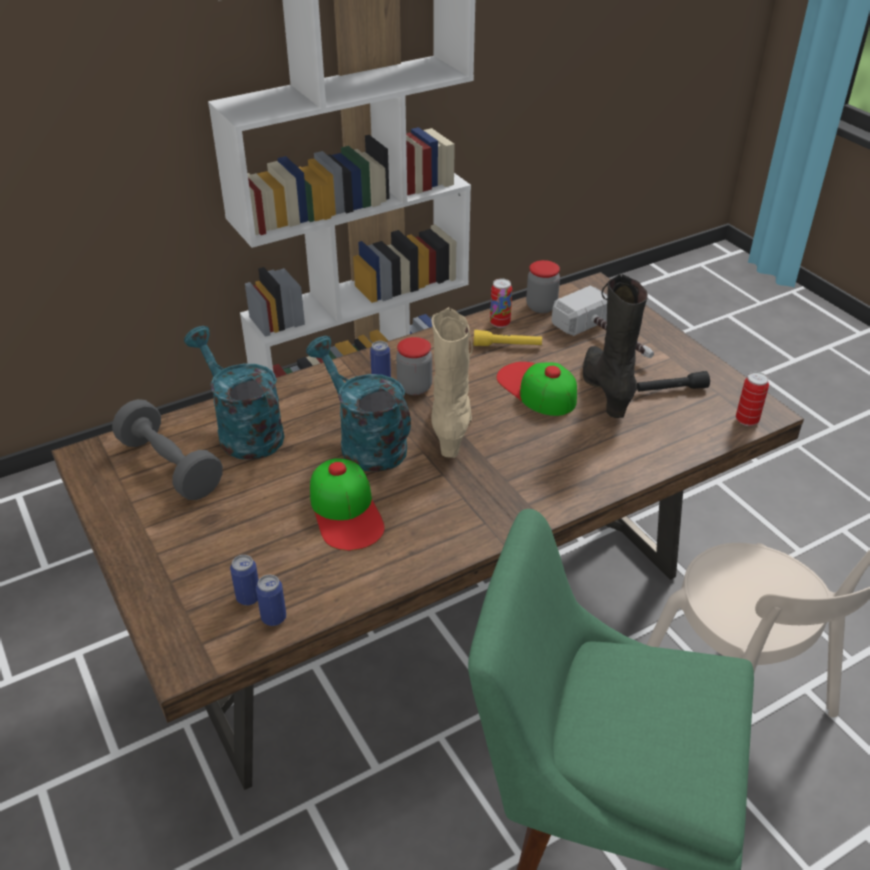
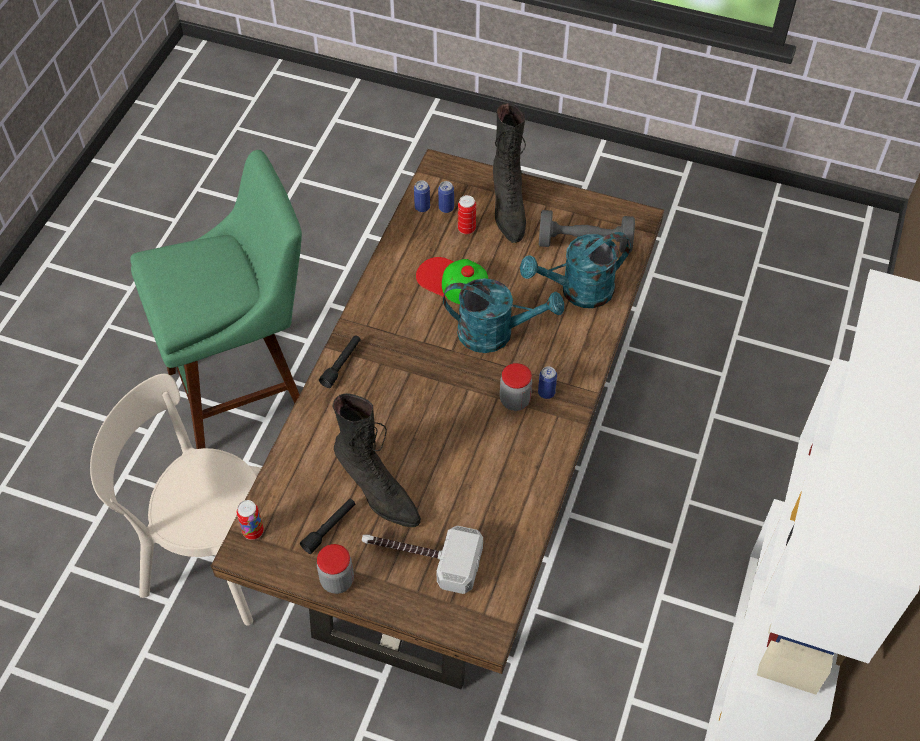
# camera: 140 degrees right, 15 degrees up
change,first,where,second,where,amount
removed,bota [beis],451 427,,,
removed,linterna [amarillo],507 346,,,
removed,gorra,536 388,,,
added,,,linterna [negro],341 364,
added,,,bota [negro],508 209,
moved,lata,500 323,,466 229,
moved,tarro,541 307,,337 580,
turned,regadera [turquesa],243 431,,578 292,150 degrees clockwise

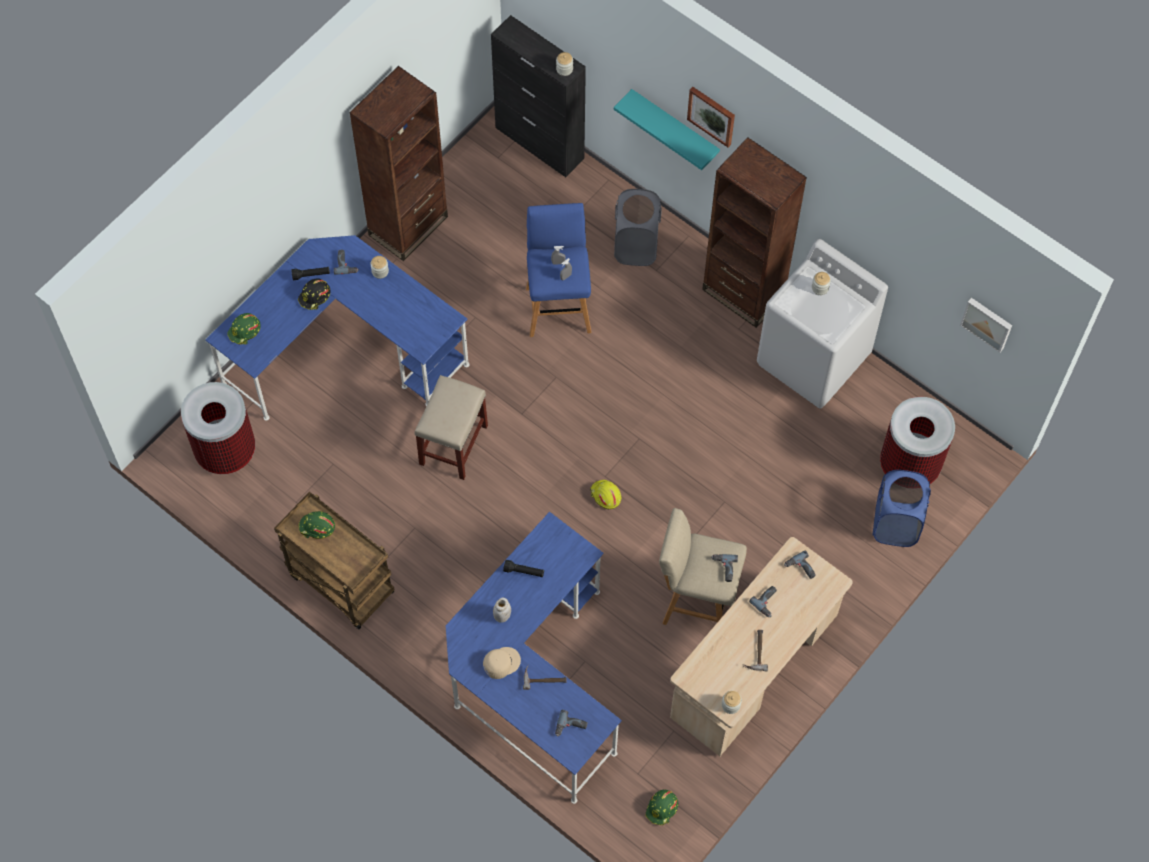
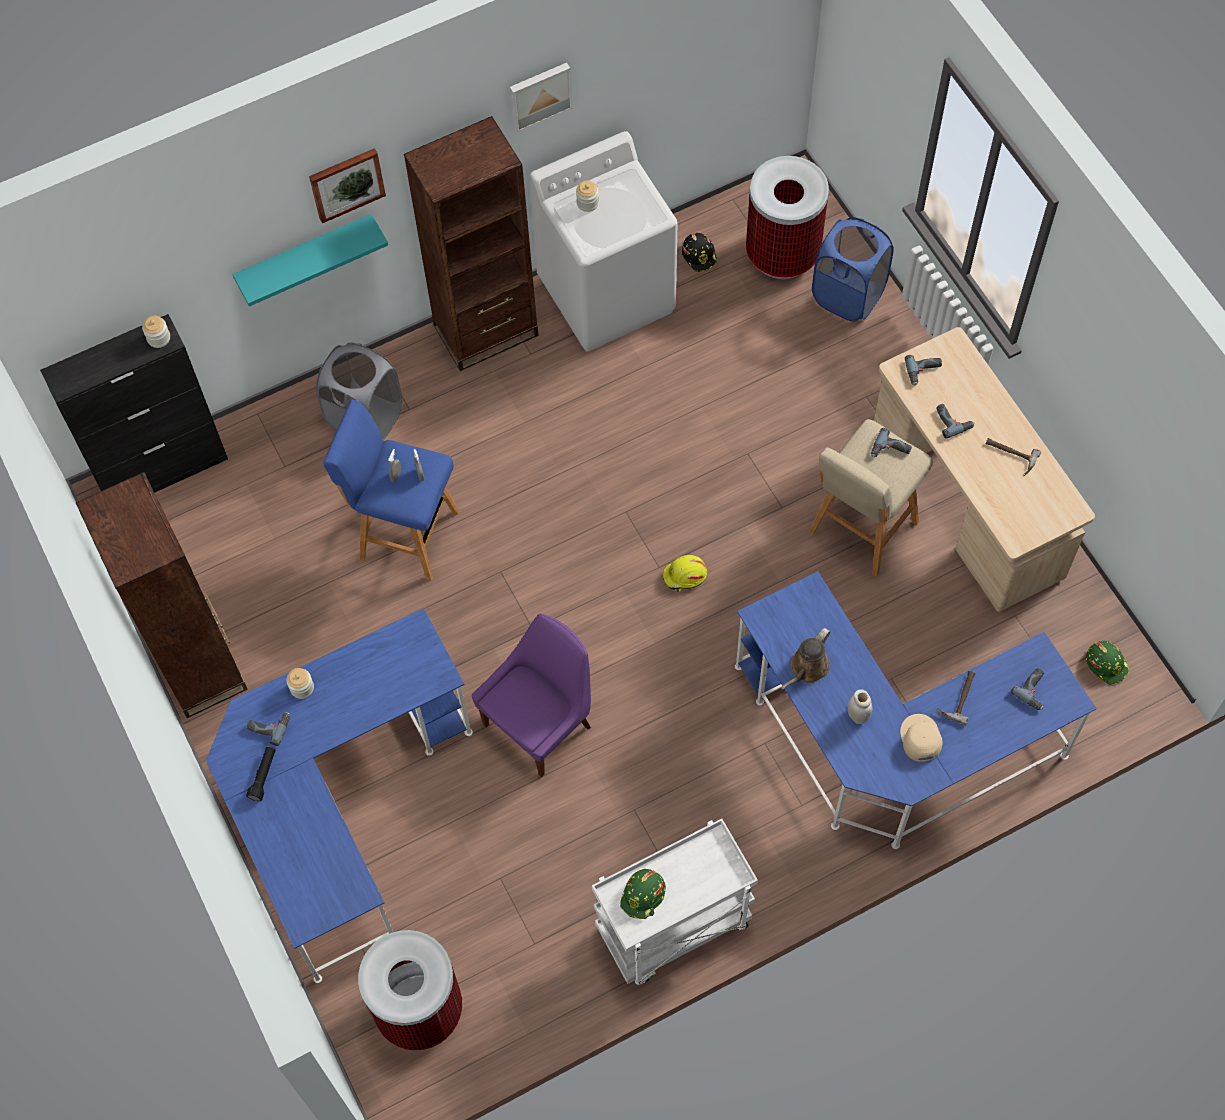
# camera: 65 degrees left, 0 degrees up
change,first,where,second,where,amount
removed,casco [verde],245 331,,,
removed,tarro,730 705,,,
moved,casco [negro],315 297,,700 255,
moved,cuadro,987 323,,539 95,
replaced,taburete [beis],453 446,silla [morado],540 723,
replaced,linterna [negro],524 571,regadera [marrón],807 668,
recoloured,carrito [marrón],339 583,carrito [blanco],673 928,

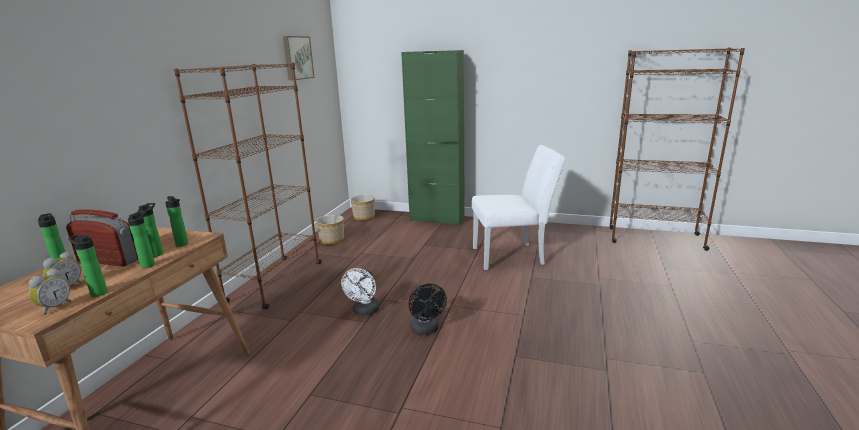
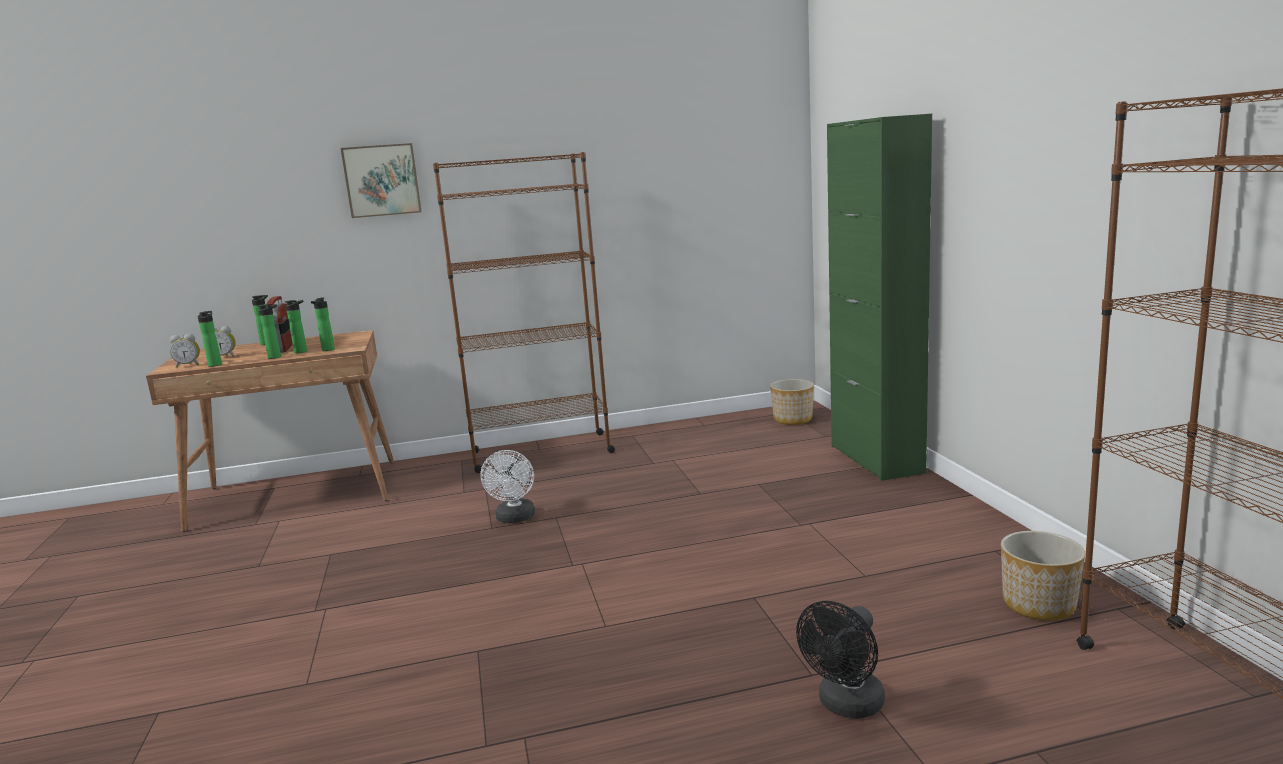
# camera: 60 degrees right, 5 degrees down
change,first,where,second,where,amount
removed,silla [blanco],513 255,,,
moved,cuadro,297 58,,382 180,
moved,maceta,332 240,,1039 604,
moved,ventilador [negro],426 330,,846 706,
turned,ventilador [blanco],364 311,,515 519,75 degrees counterclockwise

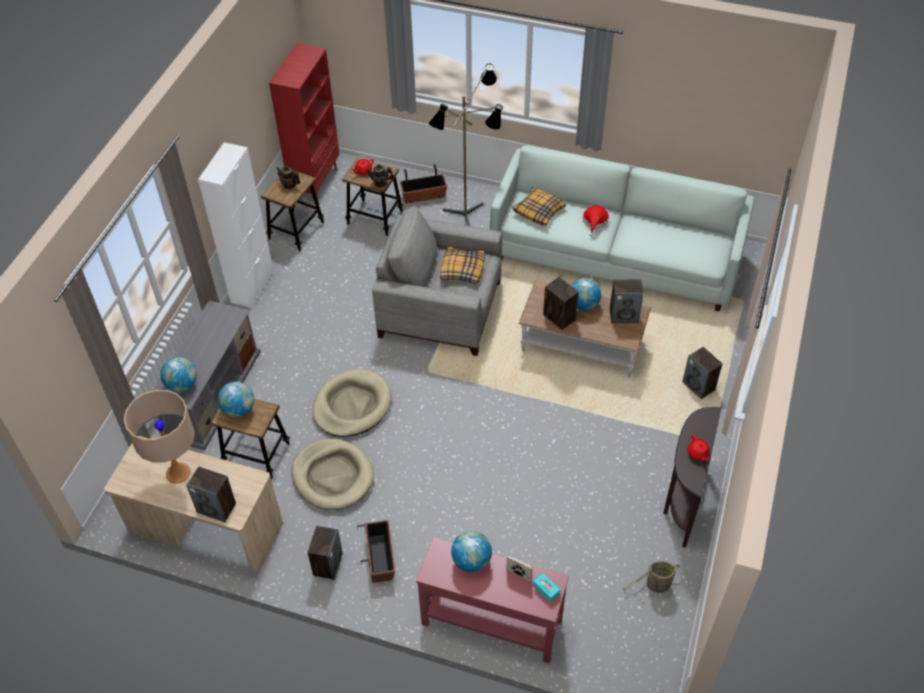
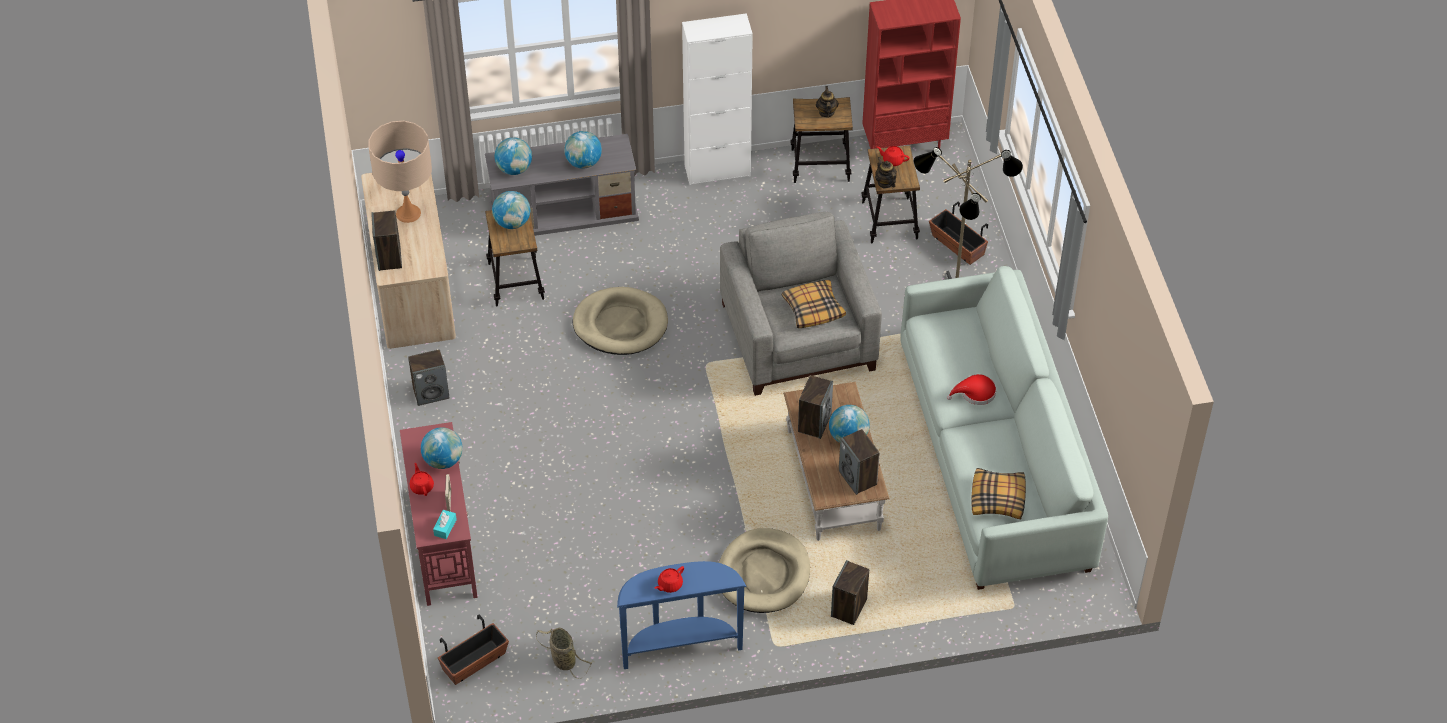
# camera: 60 degrees right, 0 degrees up
change,first,where,second,where,amount
added,,,tetera [rojo],422 486,
added,,,globo terráqueo,583 162,
moved,cama para perro [beis],333 476,,764 574,
moved,maceta,380 558,,474 662,
moved,cojín,539 211,,998 498,
recoloured,mesa consola [marrón],682 501,mesa consola [azul],680 646,

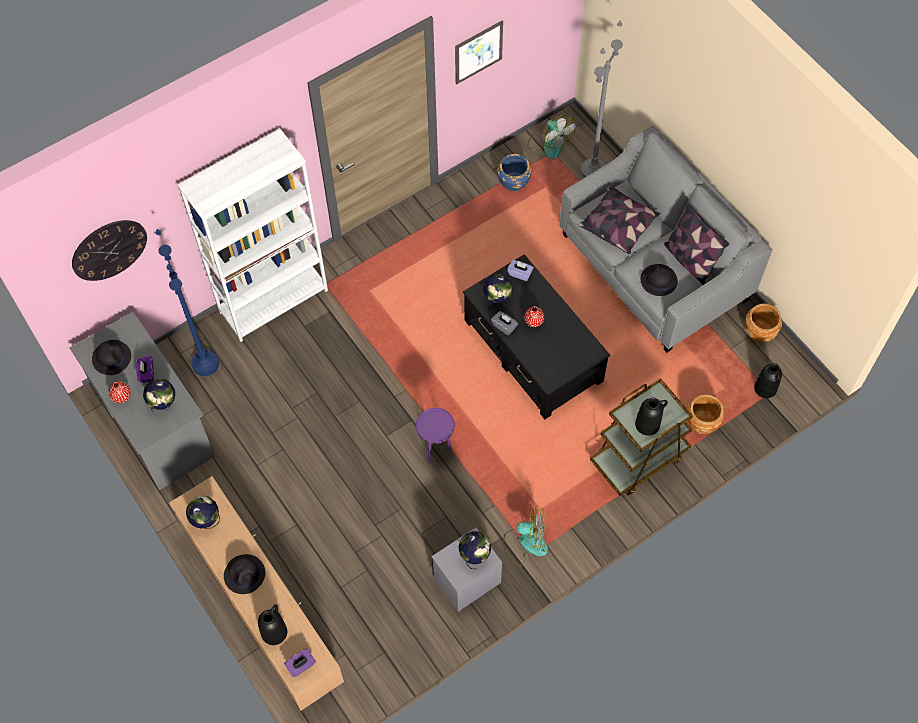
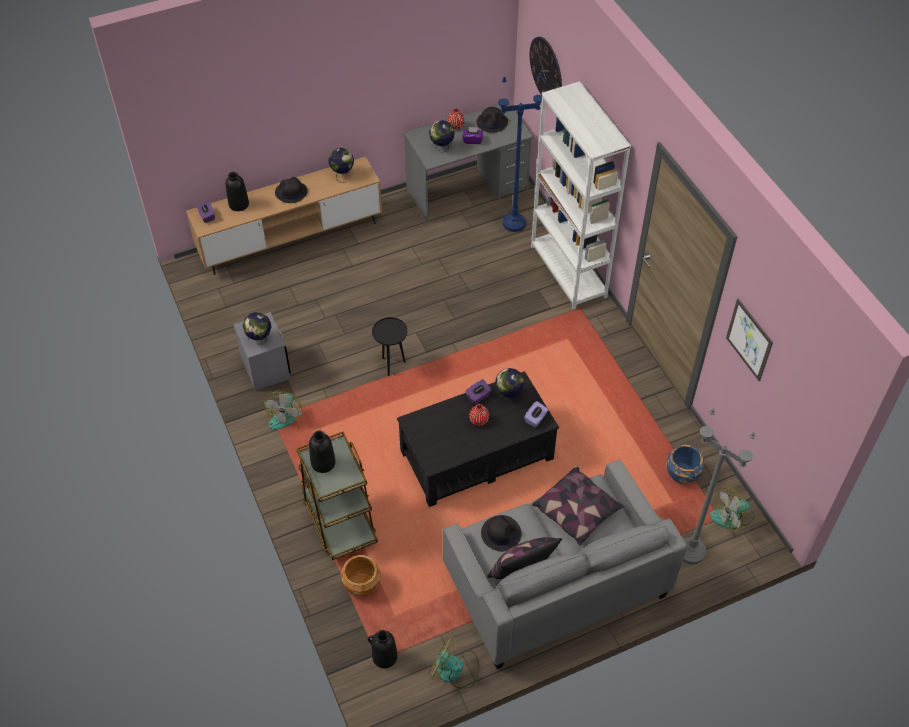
# camera: 100 degrees right, 10 degrees down
change,first,where,second,where,amount
replaced,maceta [marrón],760 332,ventilador,454 670,
recoloured,mesa auxiliar [morado],436 450,mesa auxiliar [negro],392 365,
recoloured,caja de pañuelos [gris],504 326,caja de pañuelos [morado],478 396,

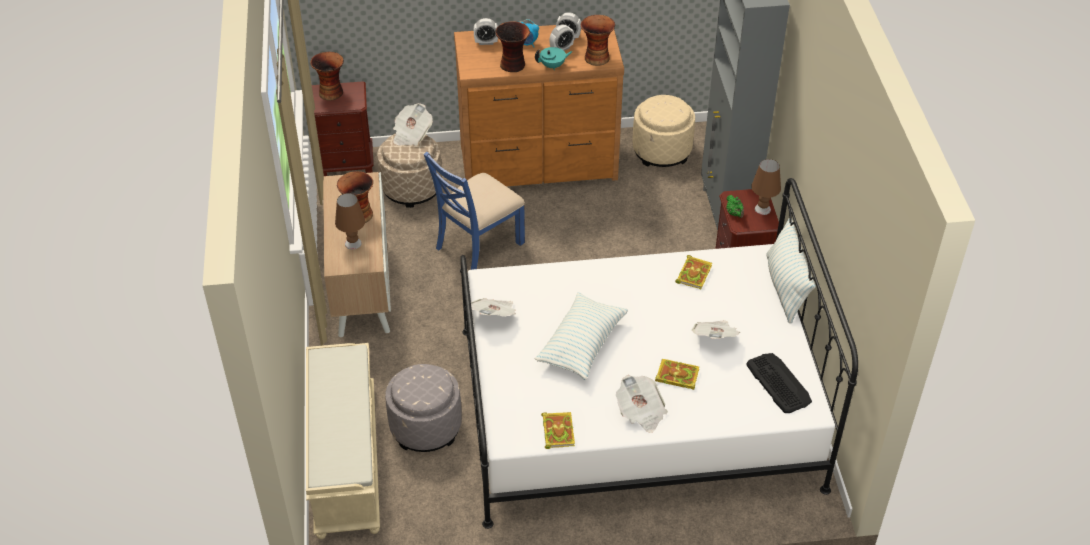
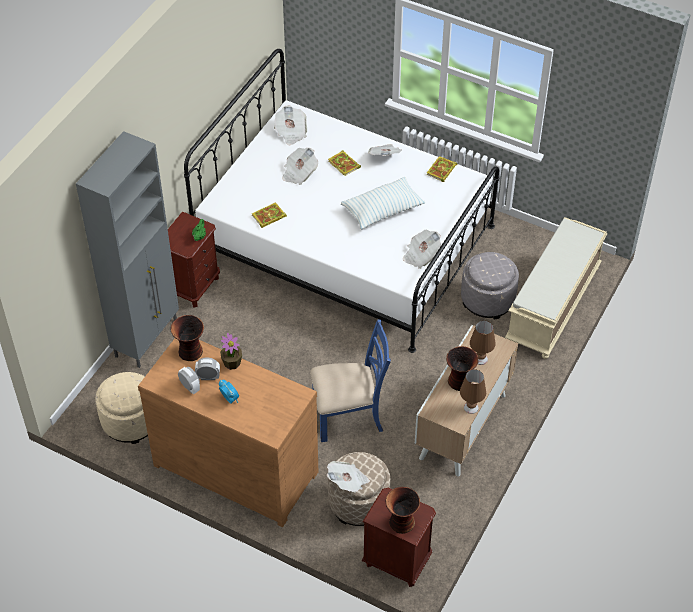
# camera: 145 degrees left, 5 degrees up
change,first,where,second,where,amount
removed,despertador,486 42,,,
removed,florero,513 65,,,
removed,cojín,785 287,,,
moved,lámpara de mesa [marrón],762 209,,471 407,
replaced,tetera [turquesa],553 66,planta en maceta,232 363,
replaced,teclado,778 383,periódico,291 132,

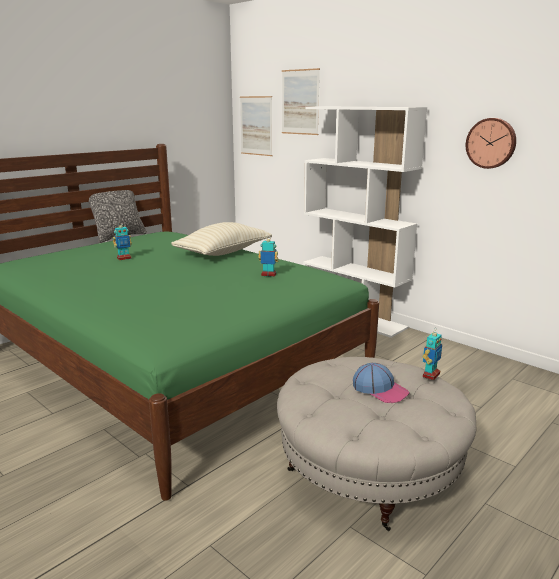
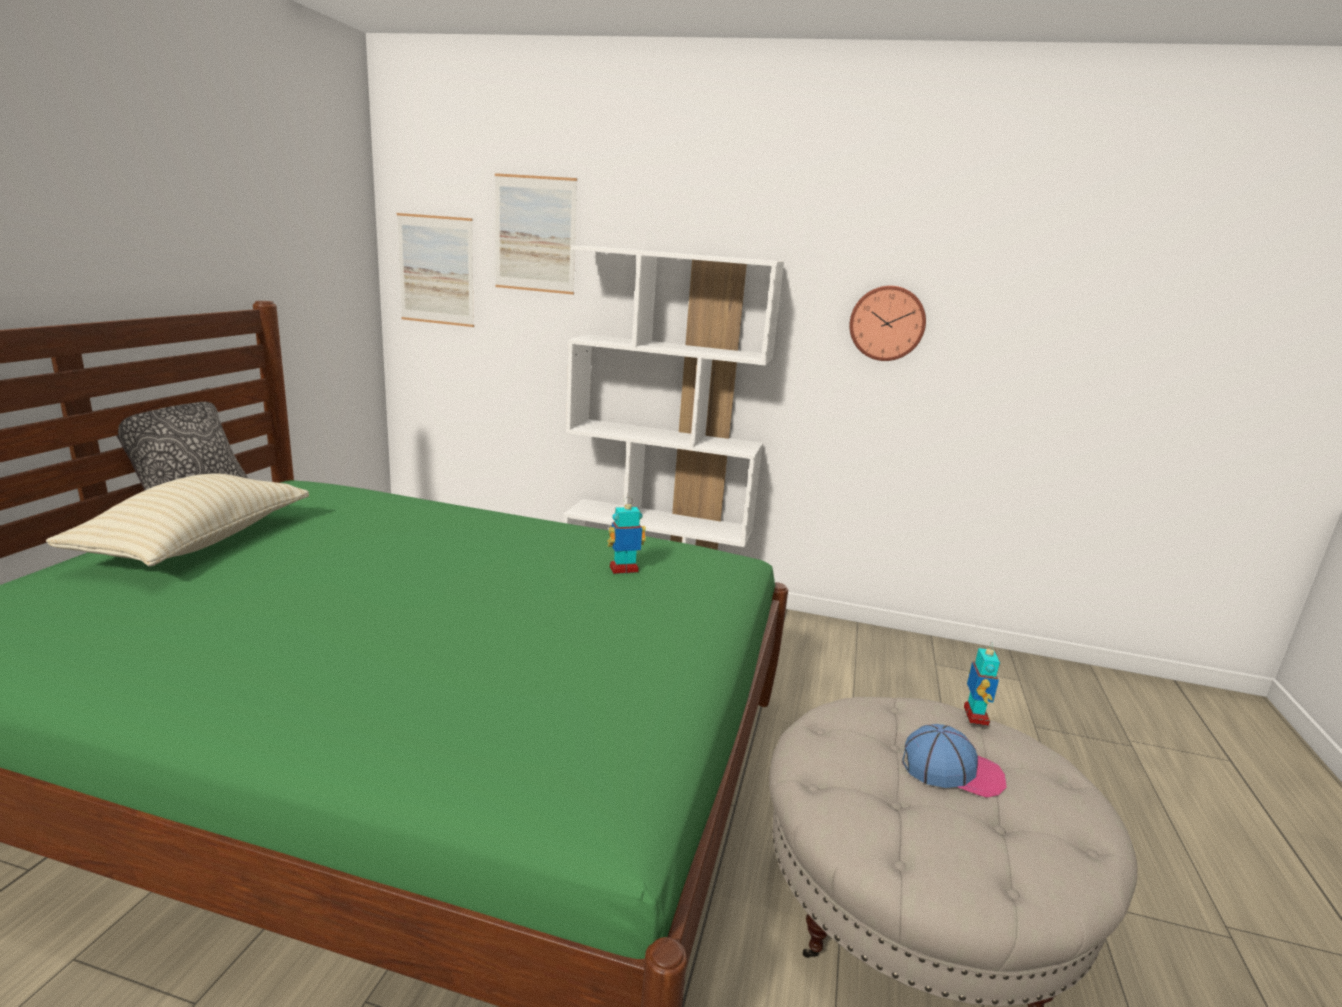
# camera: 30 degrees left, 0 degrees up
change,first,where,second,where,amount
removed,robot de juguete,124 258,,,
moved,cojín [beis],223 252,,196 543,

